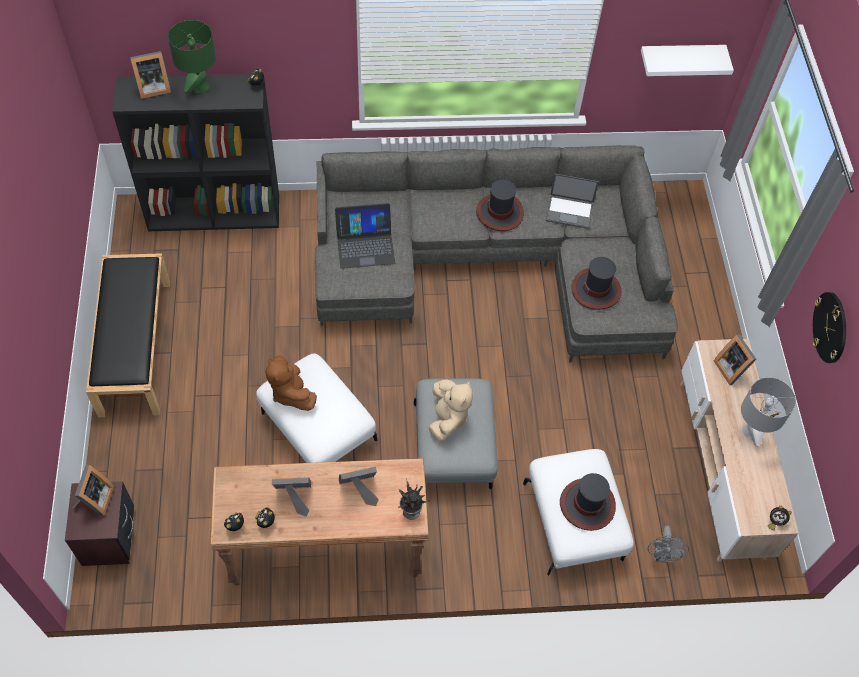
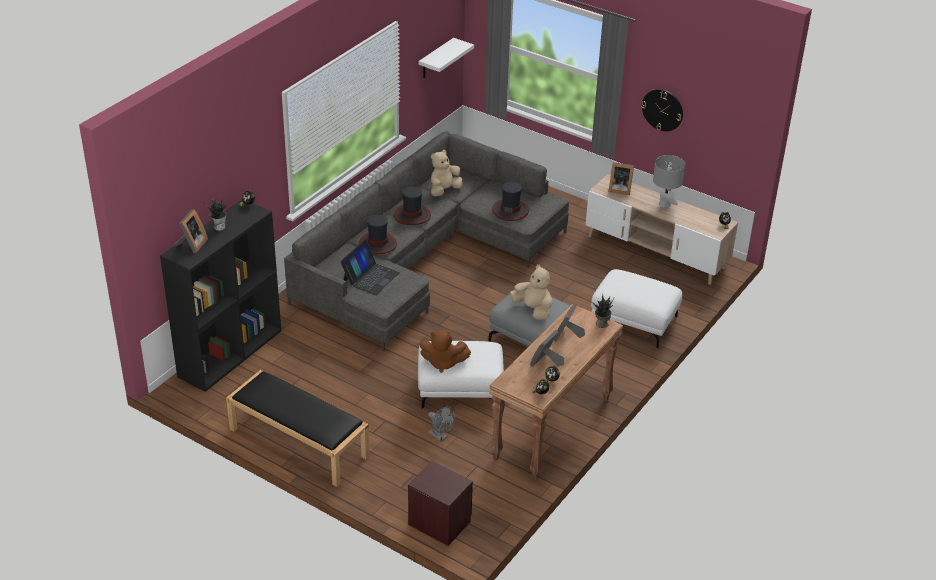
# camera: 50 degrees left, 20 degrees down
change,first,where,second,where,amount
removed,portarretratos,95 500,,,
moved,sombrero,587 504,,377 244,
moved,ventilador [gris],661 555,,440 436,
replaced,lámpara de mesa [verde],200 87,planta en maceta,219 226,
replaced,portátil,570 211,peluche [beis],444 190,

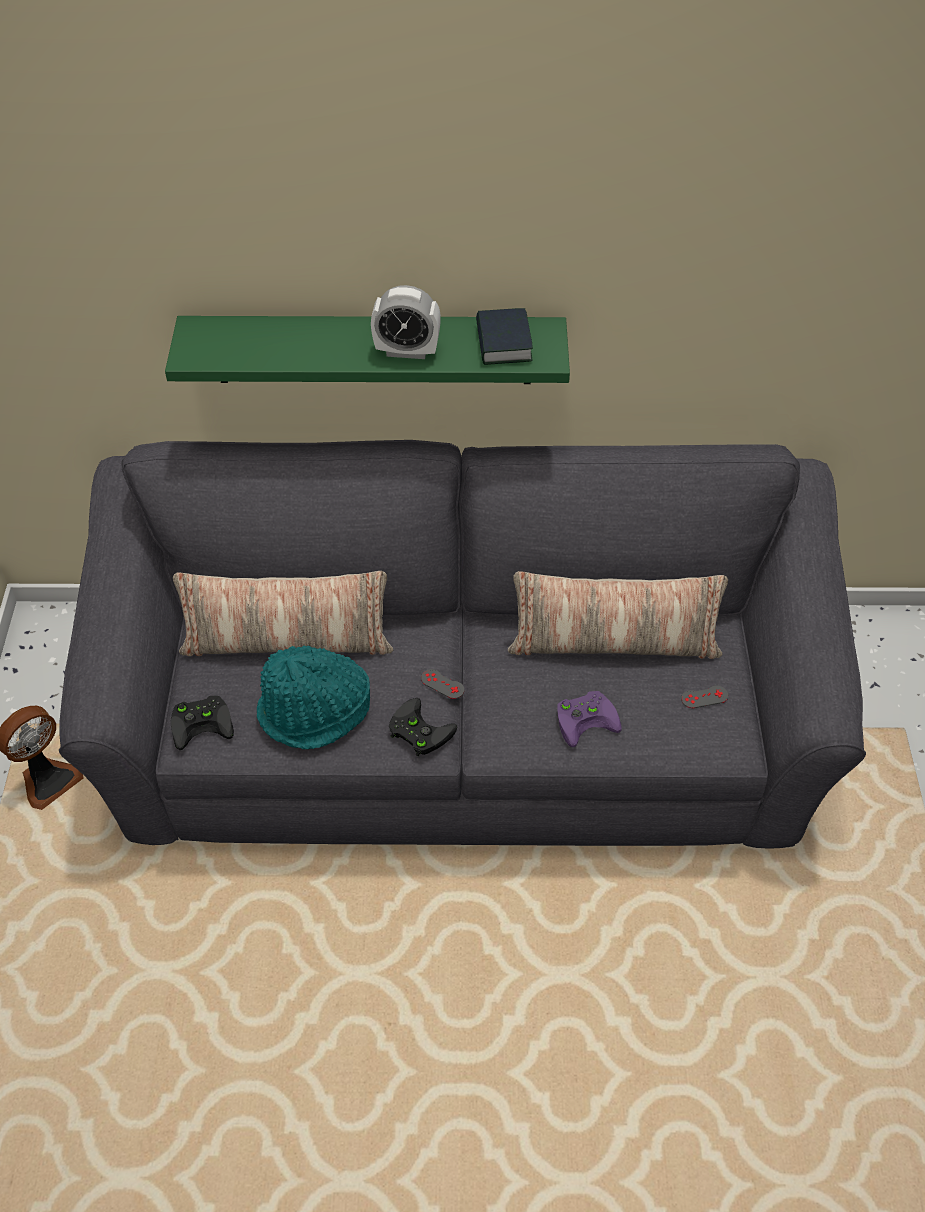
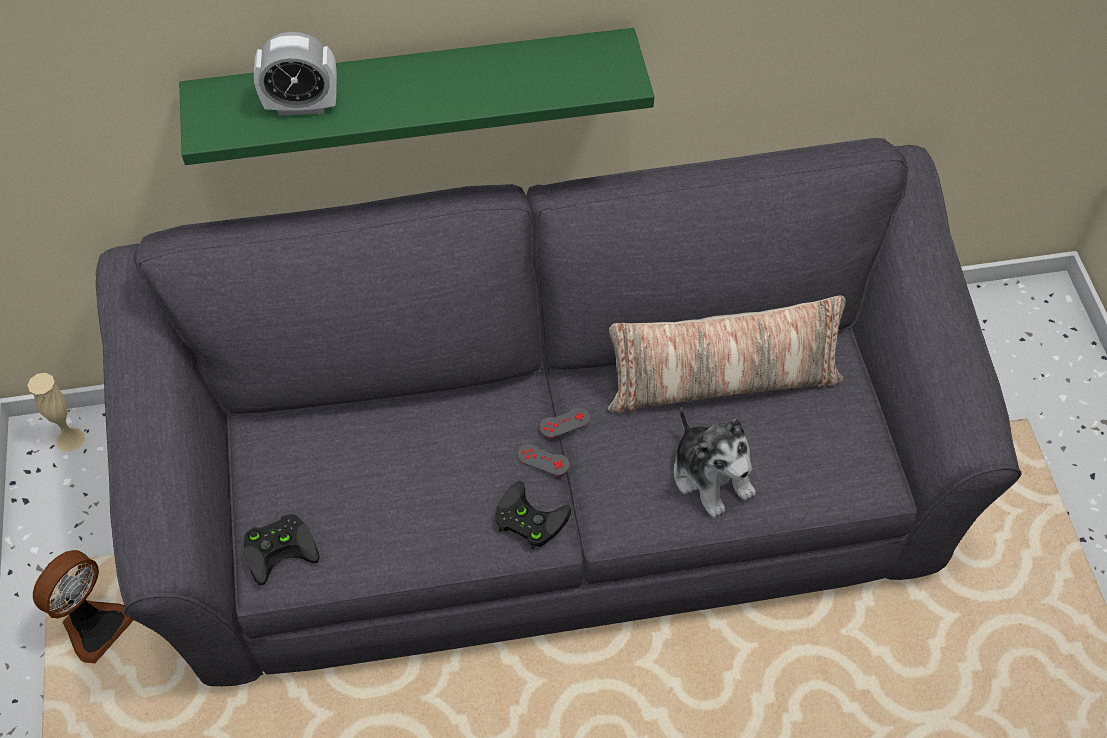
# camera: 10 degrees left, 5 degrees up
change,first,where,second,where,amount
removed,cojín,287 641,,,
removed,sombrero [turquesa],315 712,,,
removed,libro,503 343,,,
added,,,florero [beis],70 439,
moved,despertador,407 351,,302 106,
moved,mando de consola [gris],704 697,,564 422,
replaced,mando de consola [morado],587 718,peluche,711 476,

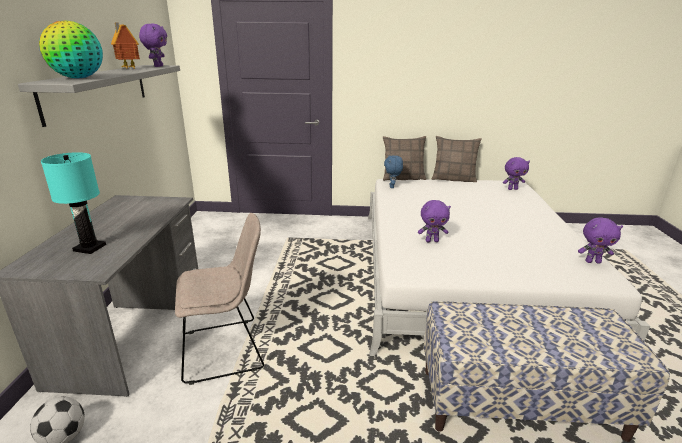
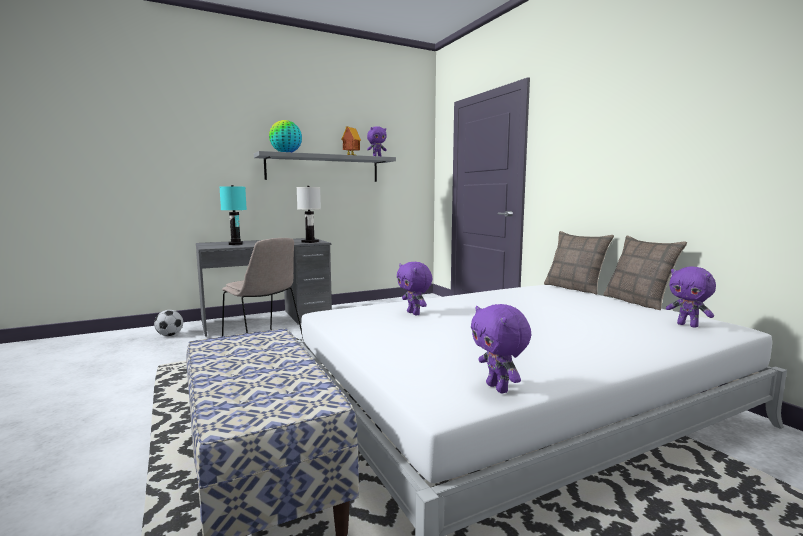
# camera: 60 degrees right, 15 degrees down
change,first,where,second,where,amount
removed,peluche [azul],392 187,,,
added,,,lámpara de mesa [blanco],309 242,

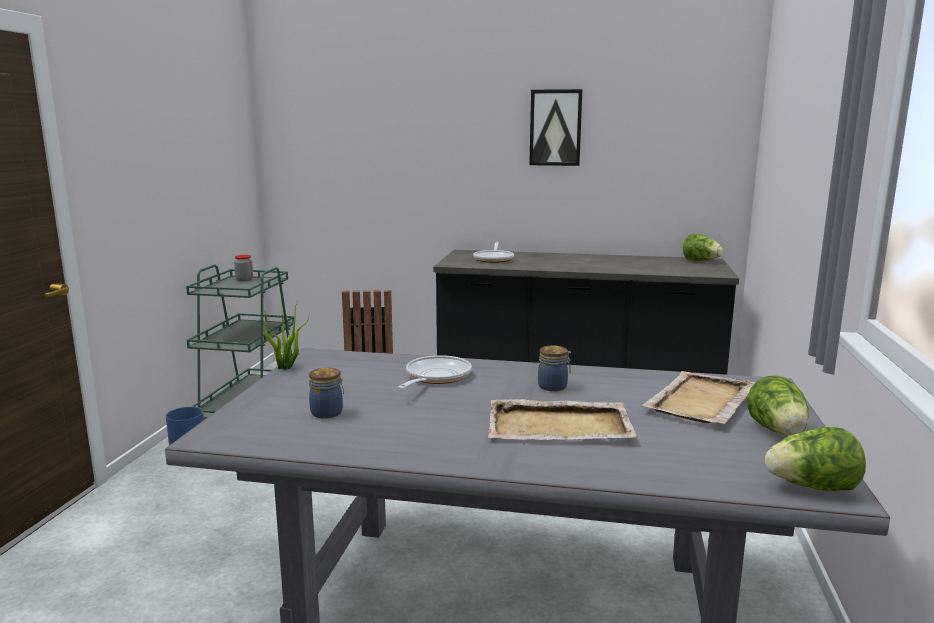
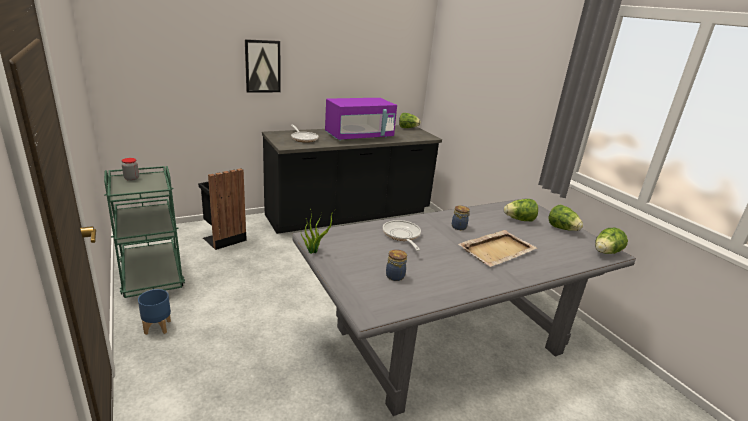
# camera: 40 degrees left, 10 degrees up
change,first,where,second,where,amount
added,,,microondas [morado],359 136,
moved,cuadro,555 128,,262 66,
replaced,bandeja [beis],700 401,lechuga,519 220,

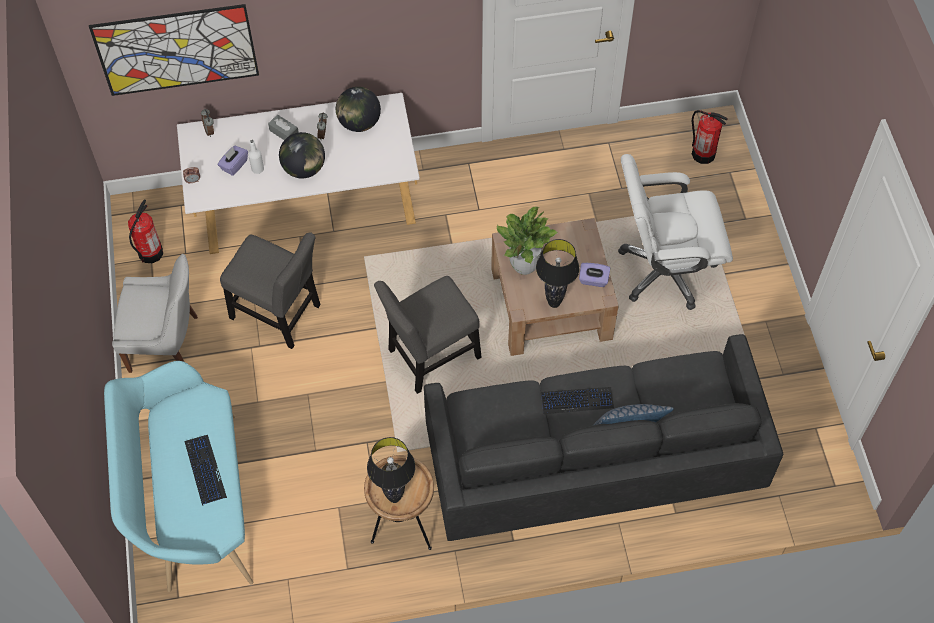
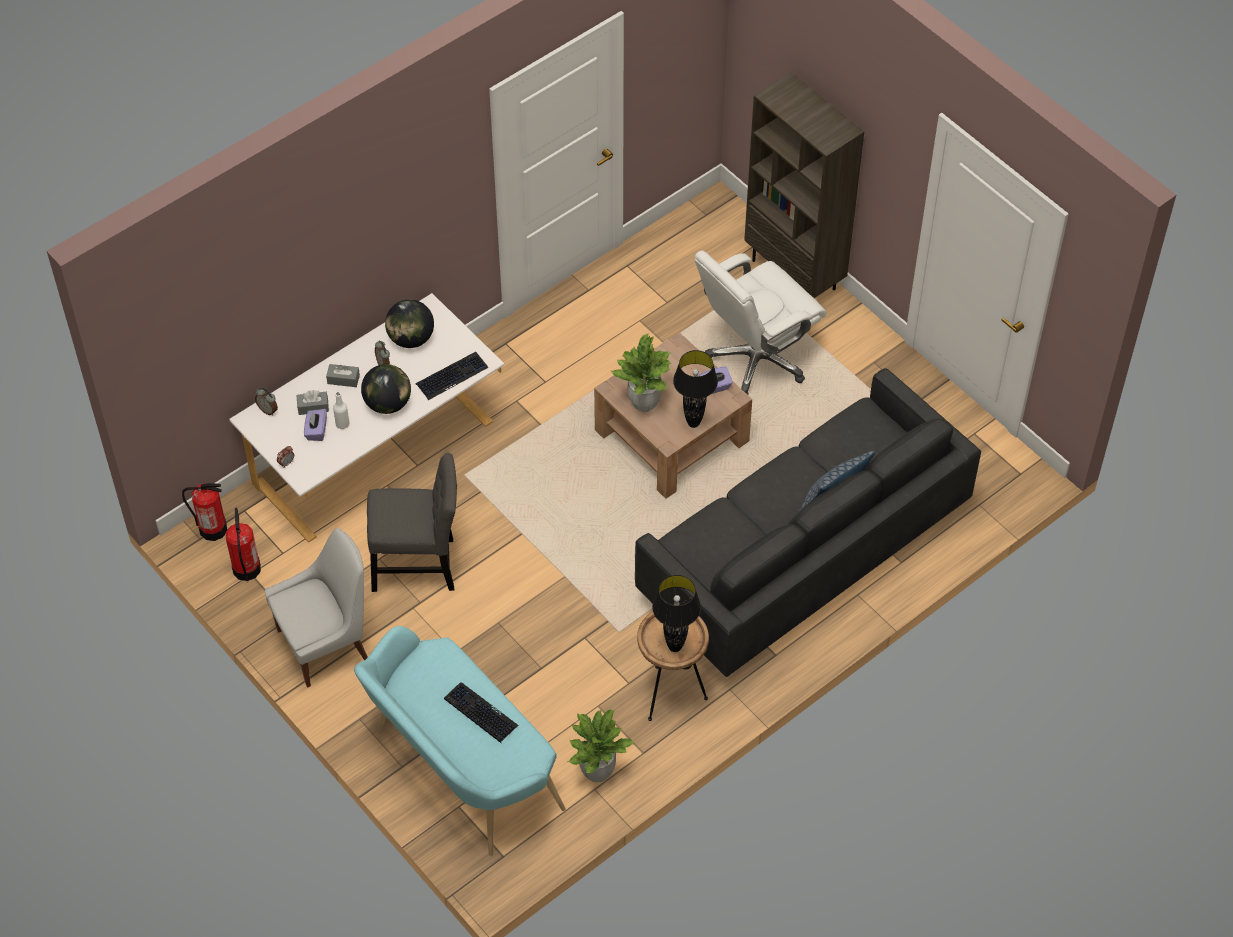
# camera: 30 degrees left, 5 degrees down
change,first,where,second,where,amount
removed,cuadro,176 50,,,
removed,silla [gris],430 357,,,
added,,,caja de pañuelos [gris],313 407,
added,,,planta en maceta,597 771,
added,,,estantería [marrón],795 274,
moved,teclado,577 400,,452 376,
moved,extintor,703 154,,212 529,

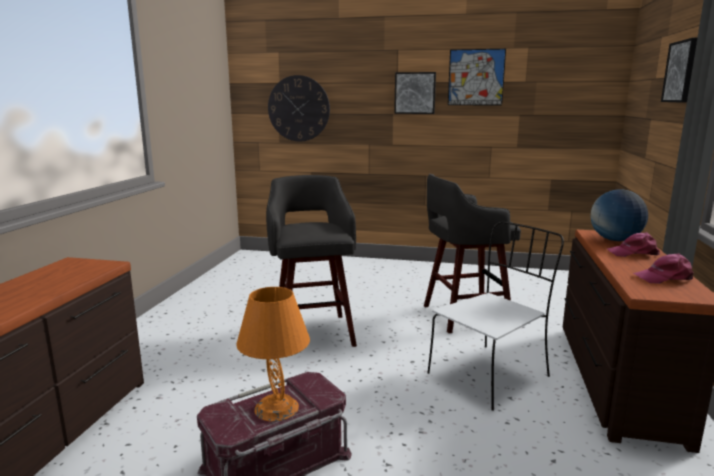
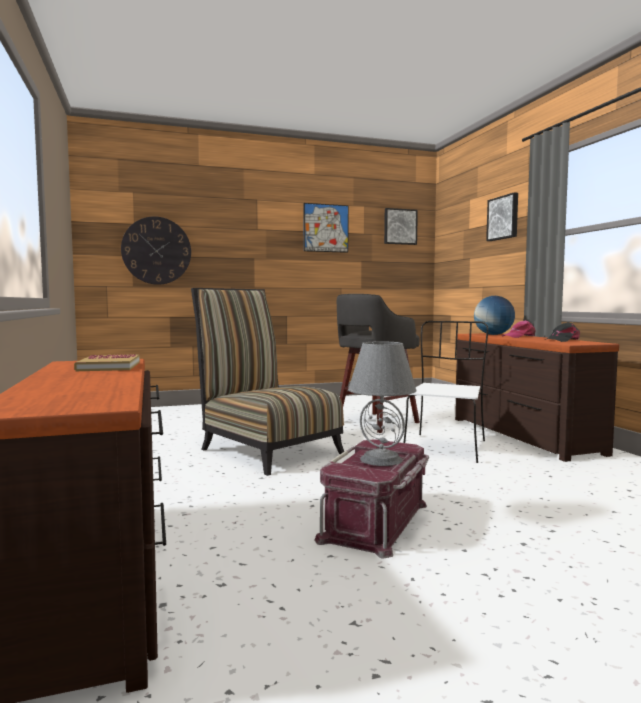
# camera: 30 degrees left, 10 degrees down
change,first,where,second,where,amount
added,,,libro,109 366,
moved,cuadro,415 93,,400 227,
replaced,taburete [gris],313 332,silla,266 449,
recoloured,lámpara de mesa [naranja],276 408,lámpara de mesa [gris],380 459,
recoloured,gorra [rosa],664 278,gorra [negro],562 340,

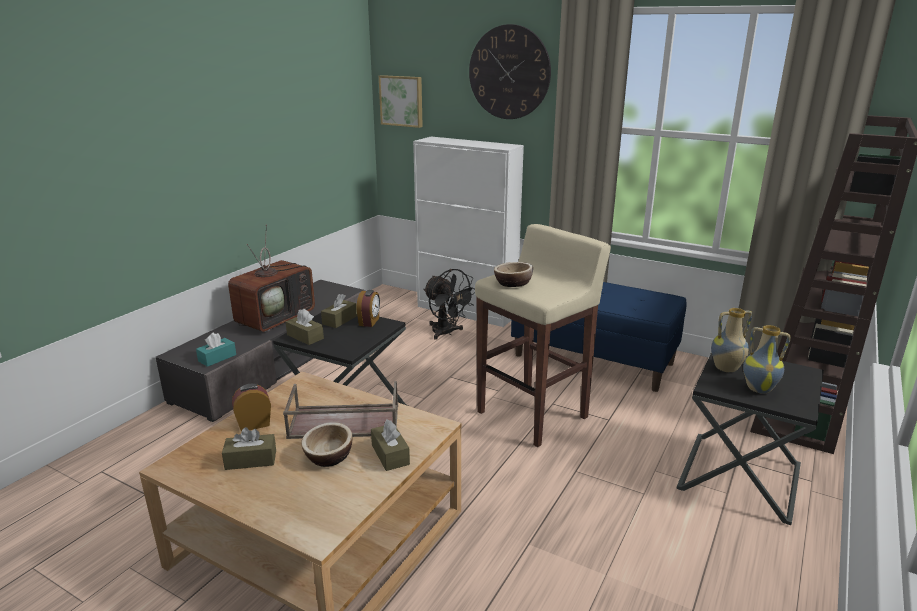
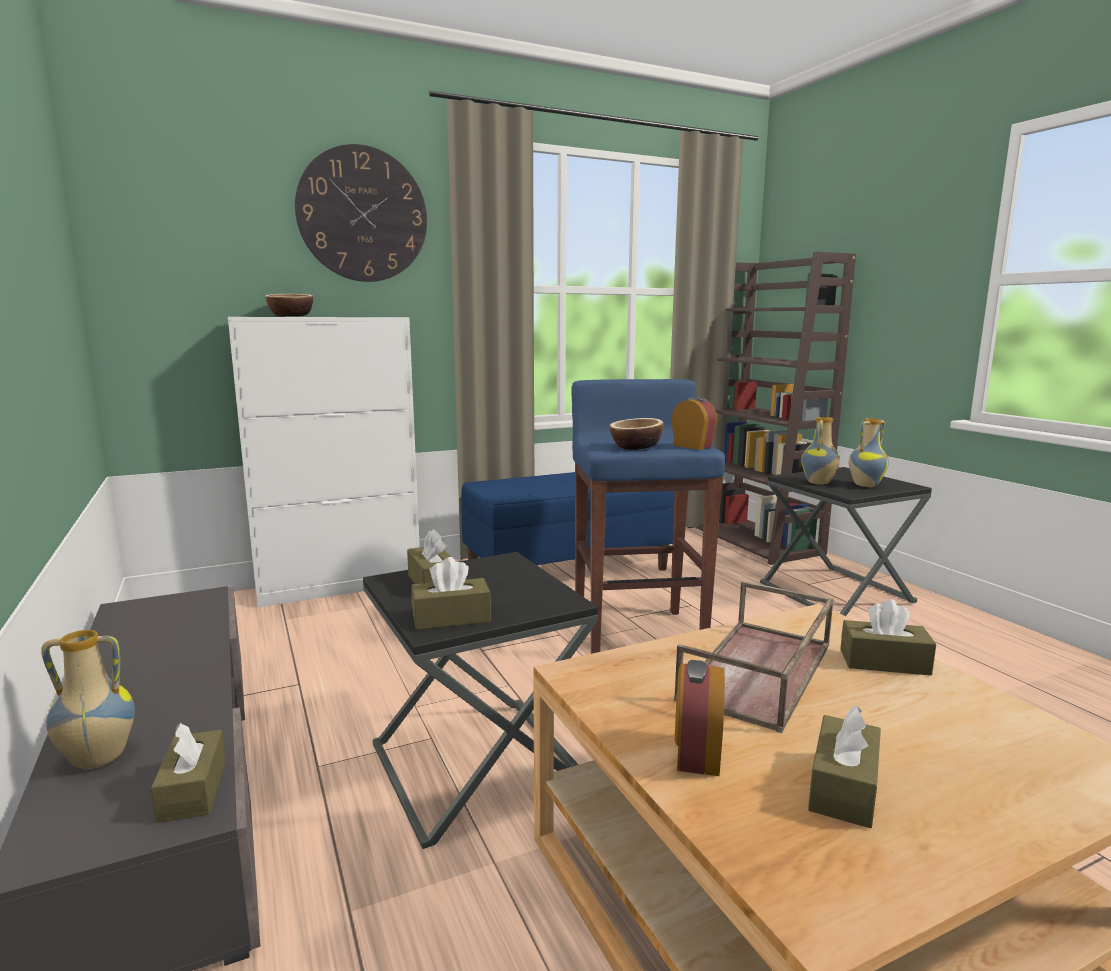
# camera: 55 degrees left, 10 degrees down
change,first,where,second,where,amount
removed,televisor,276 318,,,
removed,cuadro,402 101,,,
removed,ventilador [negro],447 333,,,
added,,,florero,97 760,
moved,cuenco,329 457,,291 316,
moved,despertador,369 322,,693 446,
recoloured,caja de pañuelos [turquesa],217 358,caja de pañuelos [marrón],193 790,
recoloured,taburete [beis],533 414,taburete [azul],637 634,

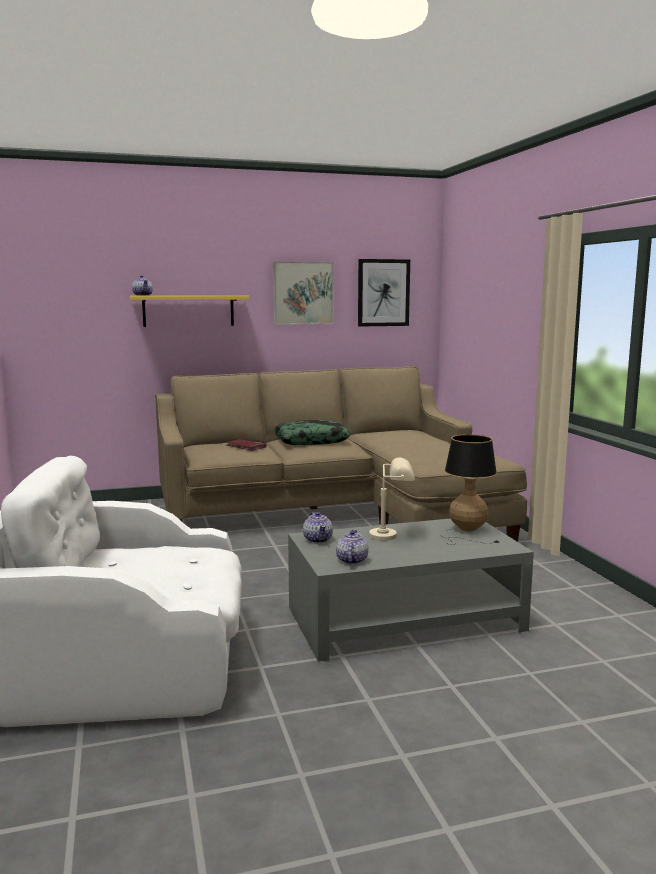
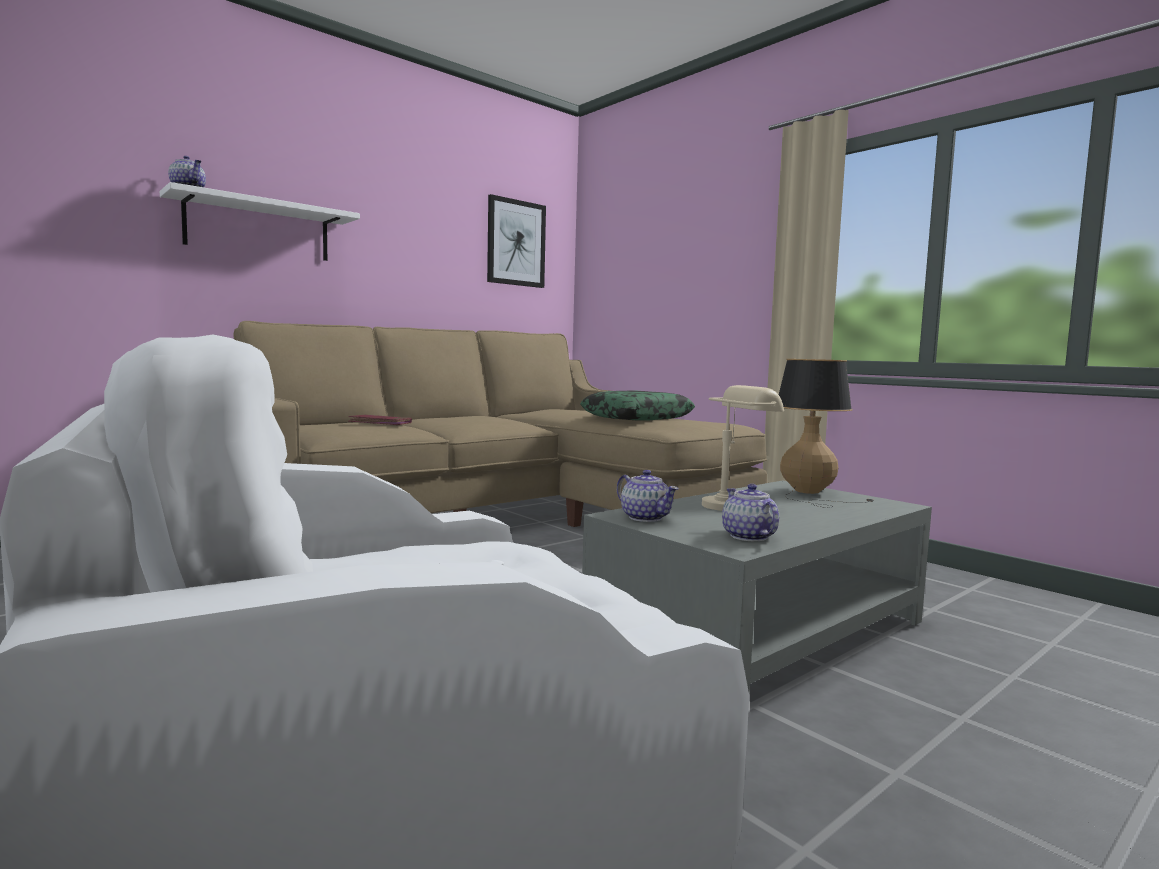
# camera: 25 degrees left, 5 degrees down
change,first,where,second,where,amount
removed,cuadro,303 293,,,
moved,cojín,311 441,,637 417,
recoloured,estante [amarillo],188 311,estante [blanco],258 229,

